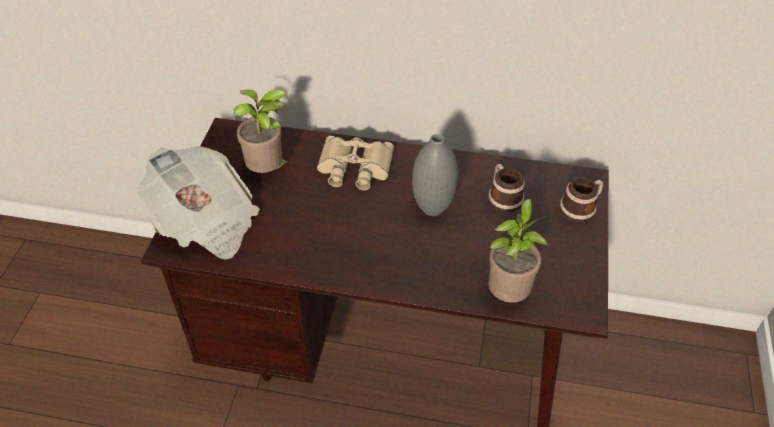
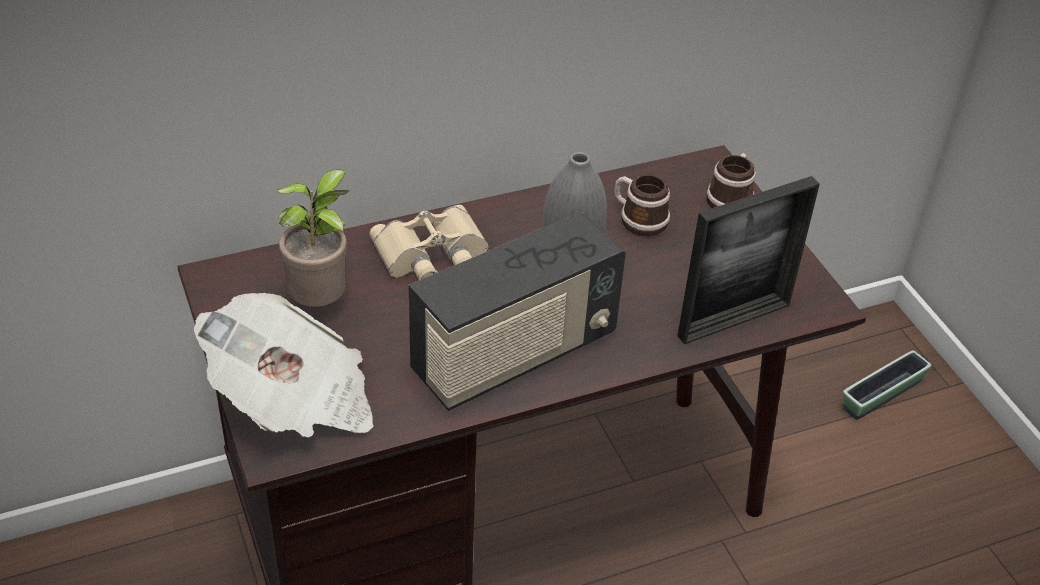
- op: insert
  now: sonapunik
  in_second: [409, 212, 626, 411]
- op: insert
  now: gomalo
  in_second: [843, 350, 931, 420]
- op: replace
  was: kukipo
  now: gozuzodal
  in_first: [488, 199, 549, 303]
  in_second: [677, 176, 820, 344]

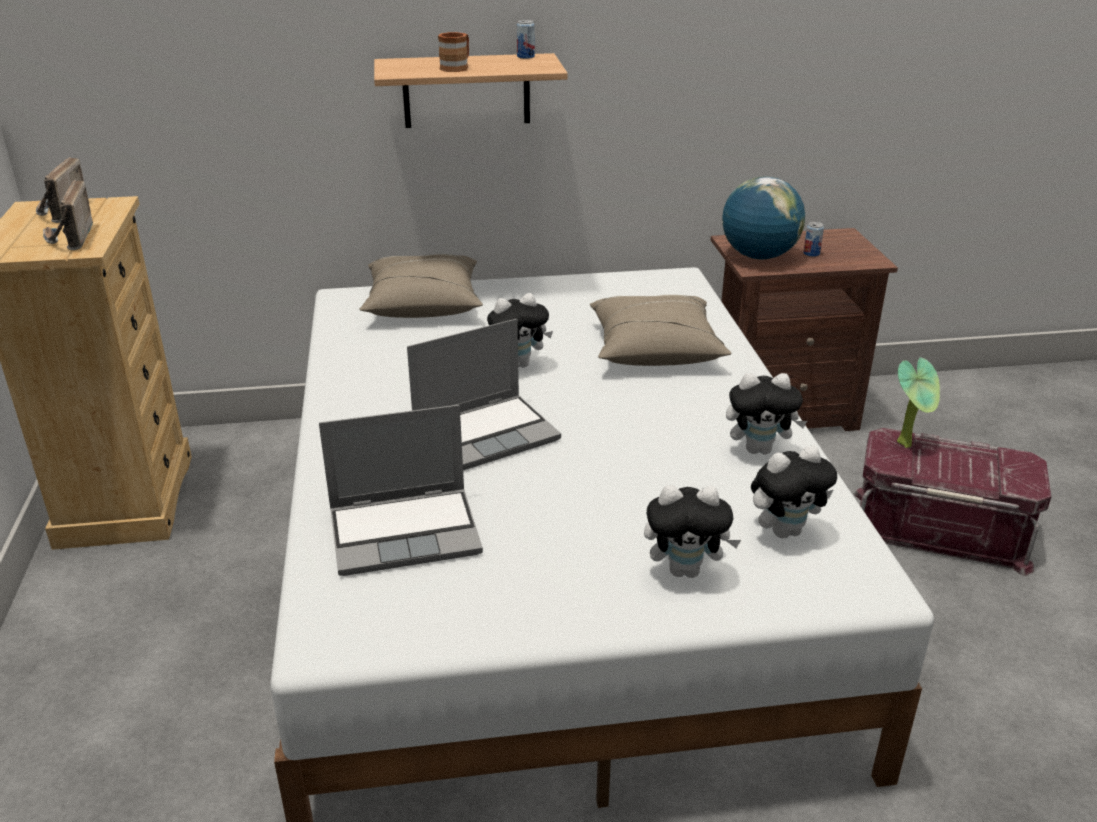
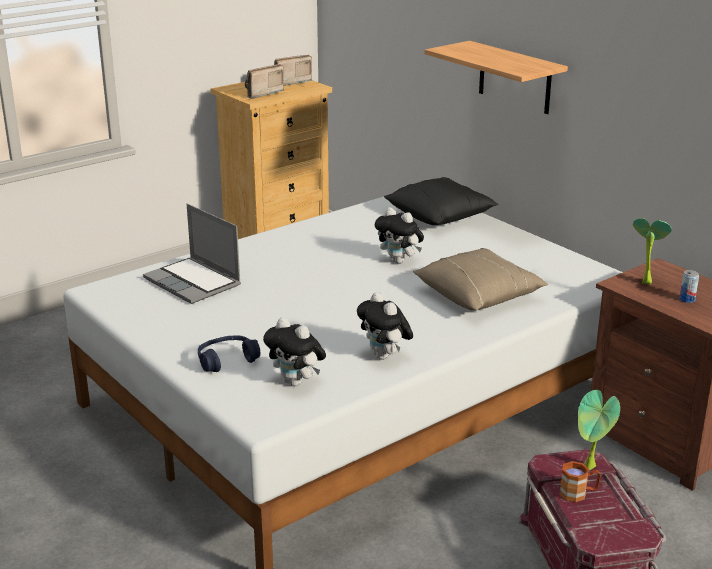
- op: delete
  was: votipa
  in_first: [407, 319, 561, 470]
- op: delete
  was: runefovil
  in_first: [517, 20, 535, 59]
- op: move
  was: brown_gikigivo
  in_first: [438, 32, 469, 72]
  in_second: [559, 461, 601, 502]
- op: replace
  was: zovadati
  now: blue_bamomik
  in_first: [644, 485, 741, 578]
  in_second: [198, 335, 260, 372]
- op: replace
  was: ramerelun
  now: kukipo
  in_first: [722, 176, 805, 259]
  in_second: [633, 218, 672, 285]
- op: recolor
  was: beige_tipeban
  now: black_tipeban
  in_first: [360, 254, 483, 318]
  in_second: [384, 177, 498, 225]

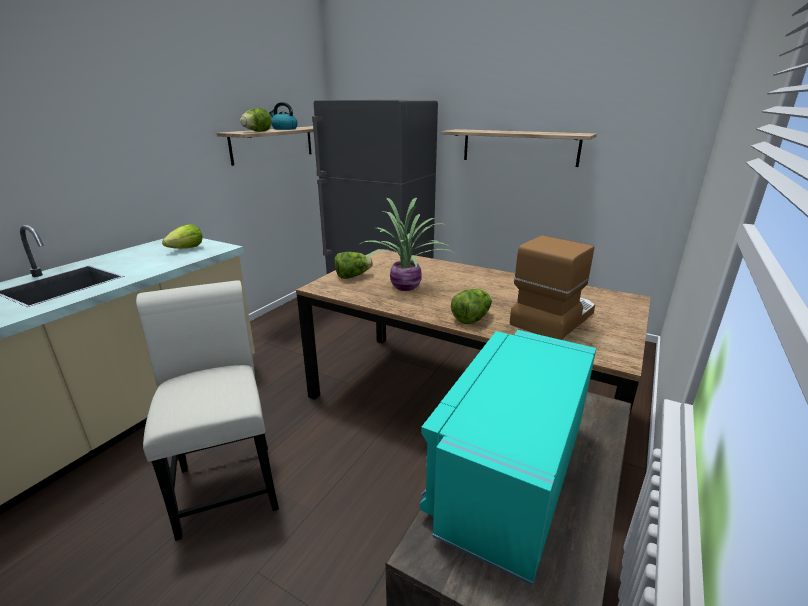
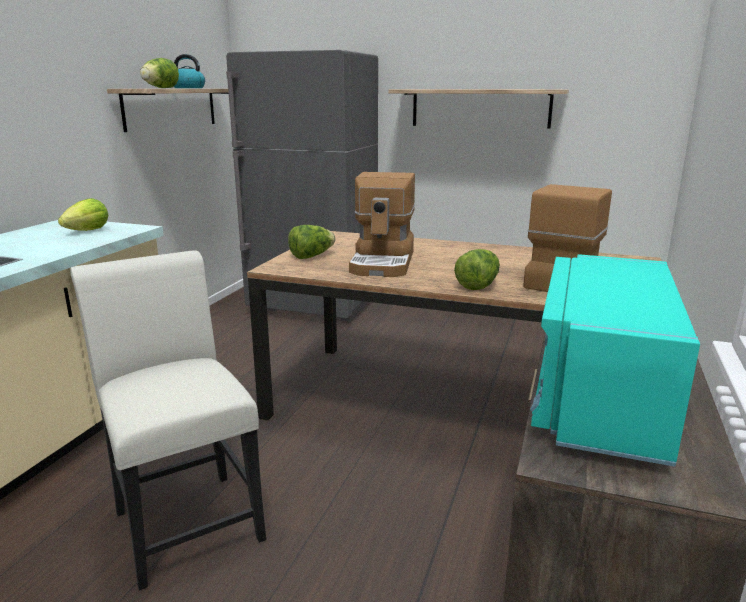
- op: replace
  was: kukipo
  now: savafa
  in_first: [360, 198, 453, 291]
  in_second: [349, 172, 415, 277]

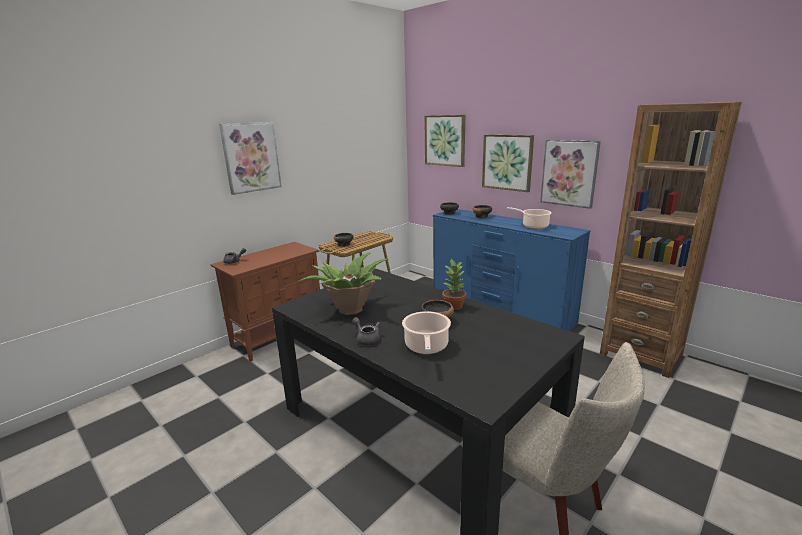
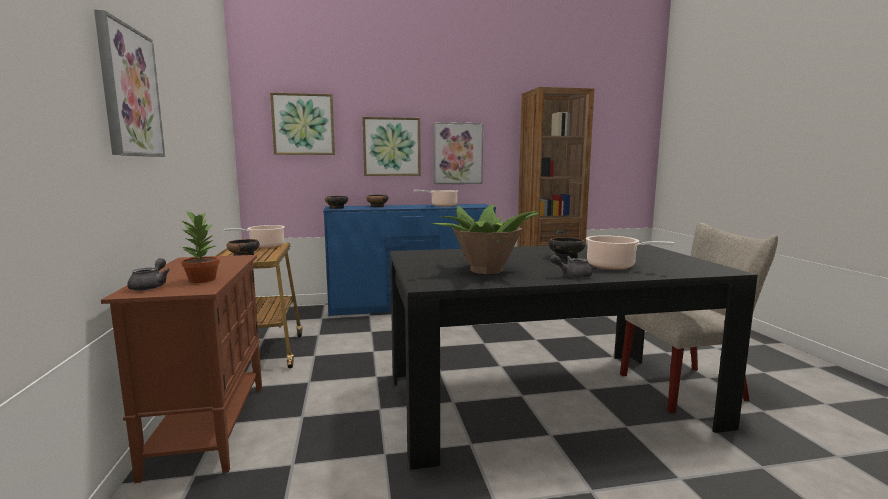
- op: insert
  now: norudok
  in_second: [223, 225, 285, 248]
- op: move
  was: kukipo
  in_first: [442, 259, 466, 310]
  in_second: [181, 211, 220, 283]

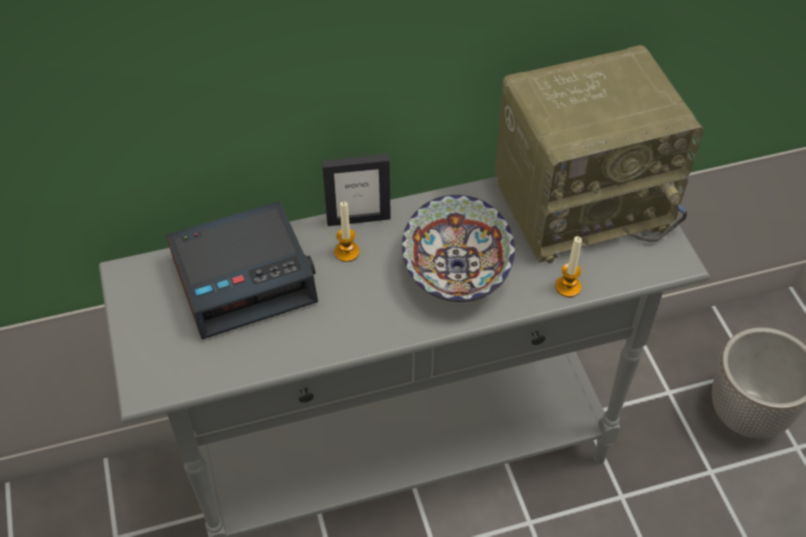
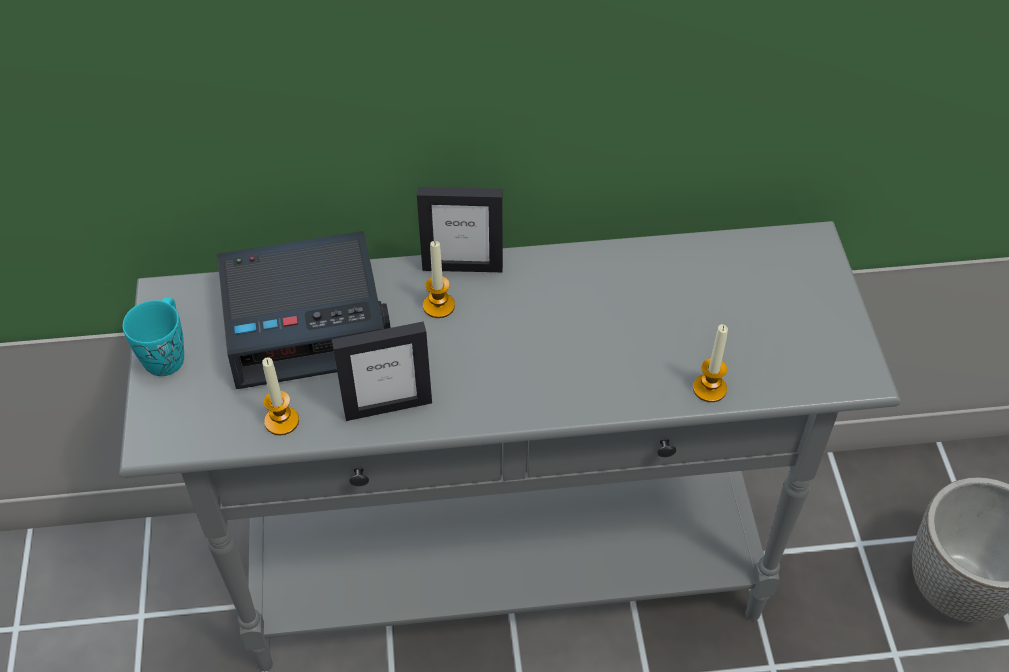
- op: delete
  was: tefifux
  in_first: [402, 195, 515, 302]
- op: delete
  was: sonapunik
  in_first: [495, 45, 704, 263]
- op: insert
  now: turquoise_gikigivo
  in_second: [123, 297, 184, 376]
- op: insert
  now: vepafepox
  in_second: [262, 357, 299, 435]
- op: insert
  now: gozuzodal
  in_second: [332, 322, 432, 421]

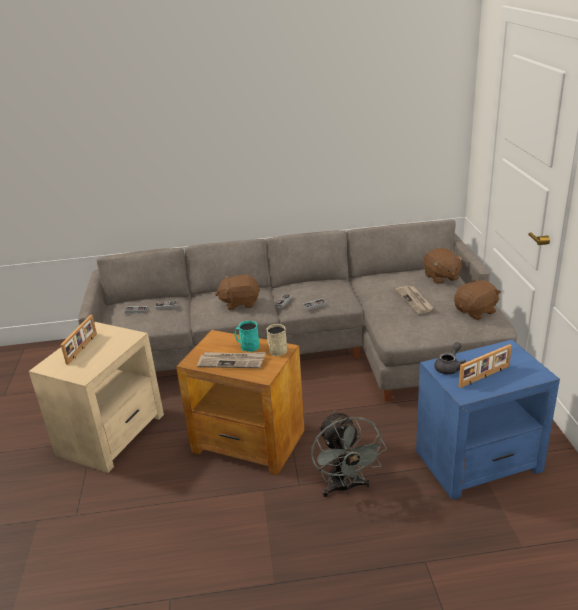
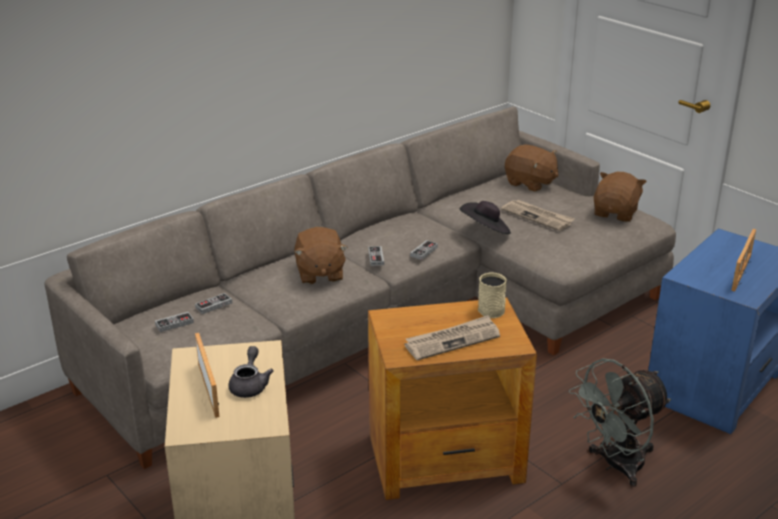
- op: delete
  was: turquoise_gikigivo
  in_first: [235, 321, 259, 352]
- op: insert
  now: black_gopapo
  in_second: [460, 201, 511, 234]
- op: move
  was: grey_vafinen
  in_first: [434, 342, 466, 374]
  in_second: [228, 346, 274, 398]
- op: rotate
  was: brown_zovadati
  in_first: [215, 274, 260, 310]
  in_second: [294, 227, 348, 284]
  clockwise: -60
- op: rotate
  was: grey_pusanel
  in_first: [311, 411, 387, 497]
  in_second: [569, 358, 671, 487]
  clockwise: 105

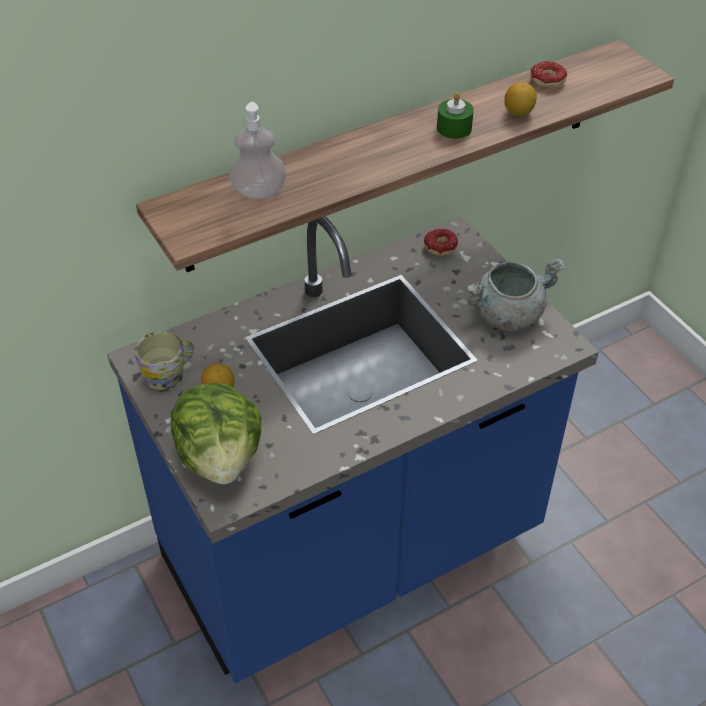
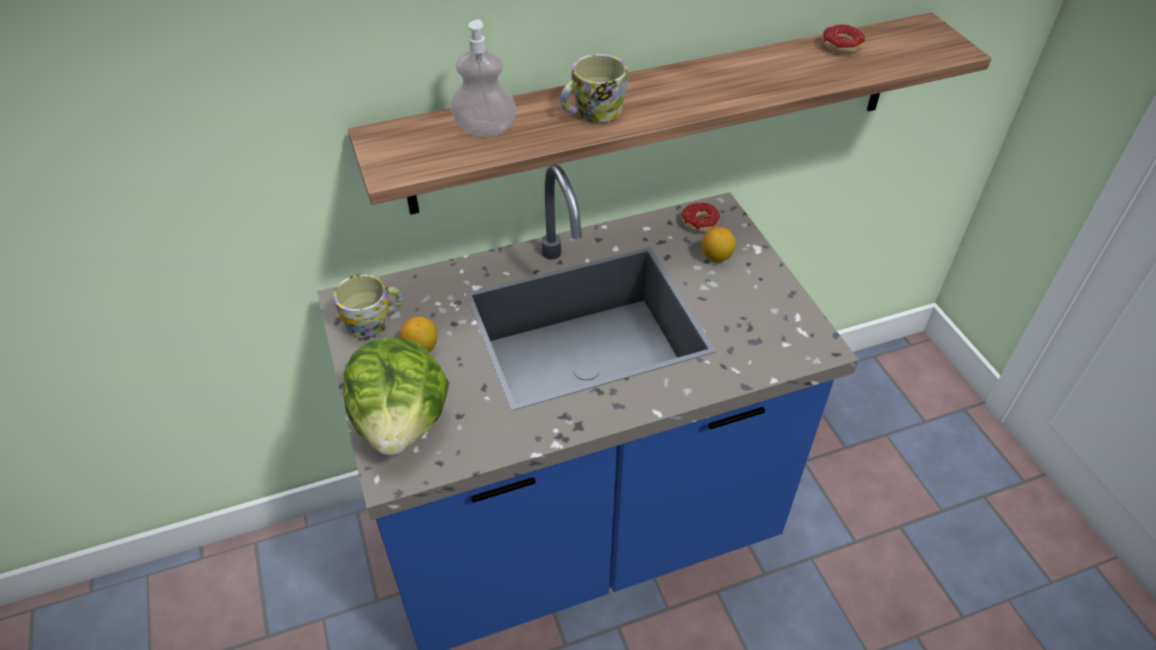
- op: delete
  was: green_vepafepox
  in_first: [437, 92, 474, 139]
- op: delete
  was: grey_norudok
  in_first: [466, 257, 565, 331]
- op: insert
  now: gikigivo
  in_second: [560, 54, 628, 122]
- op: move
  was: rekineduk
  in_first: [504, 82, 537, 117]
  in_second: [702, 227, 736, 262]

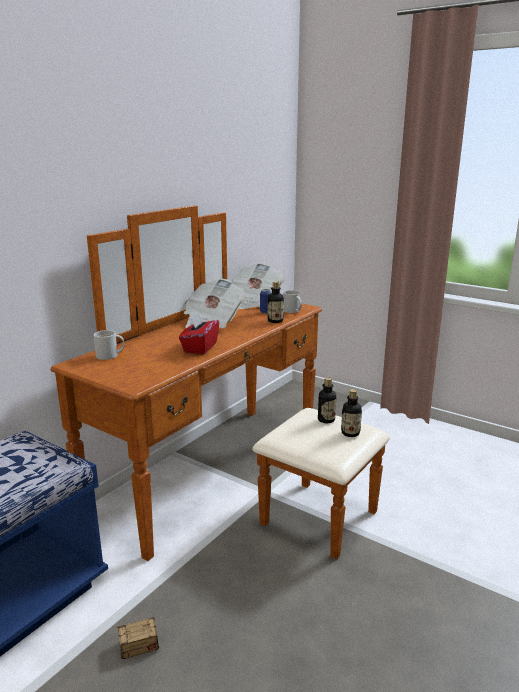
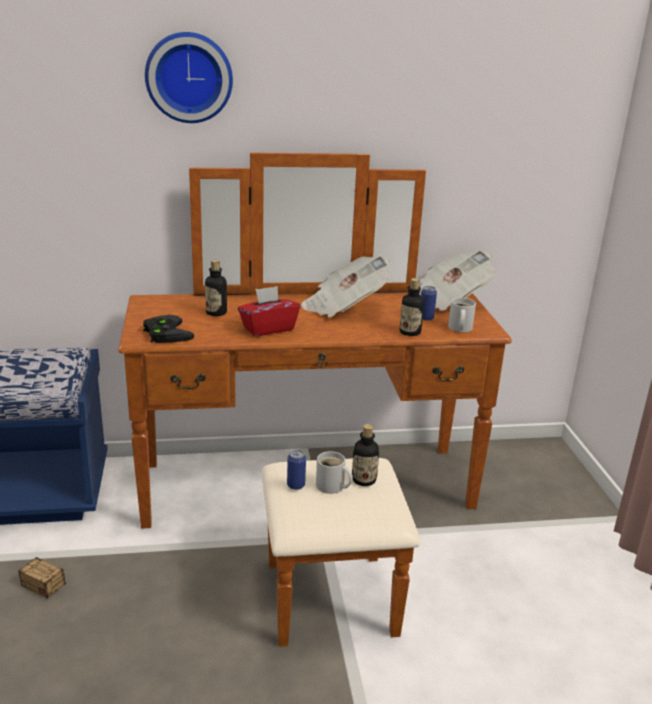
- op: insert
  now: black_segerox
  in_second: [143, 315, 194, 343]
- op: insert
  now: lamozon
  in_second: [145, 32, 233, 123]
- op: insert
  now: runefovil
  in_second: [287, 449, 306, 490]
- op: move
  was: white_gikigivo
  in_first: [94, 330, 125, 360]
  in_second: [316, 451, 353, 494]
- op: move
  was: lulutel
  in_first: [341, 389, 362, 437]
  in_second: [205, 260, 227, 316]

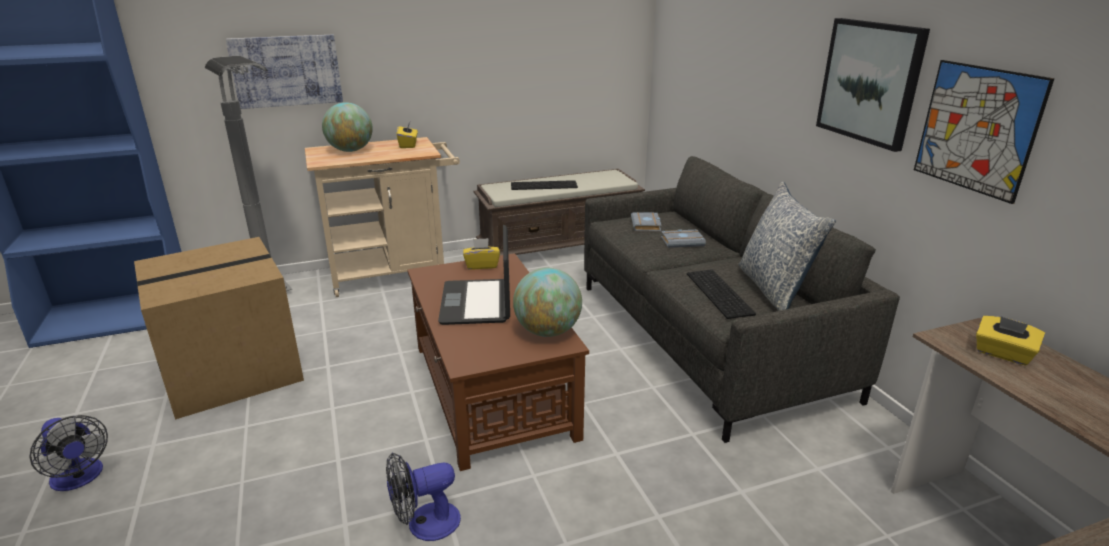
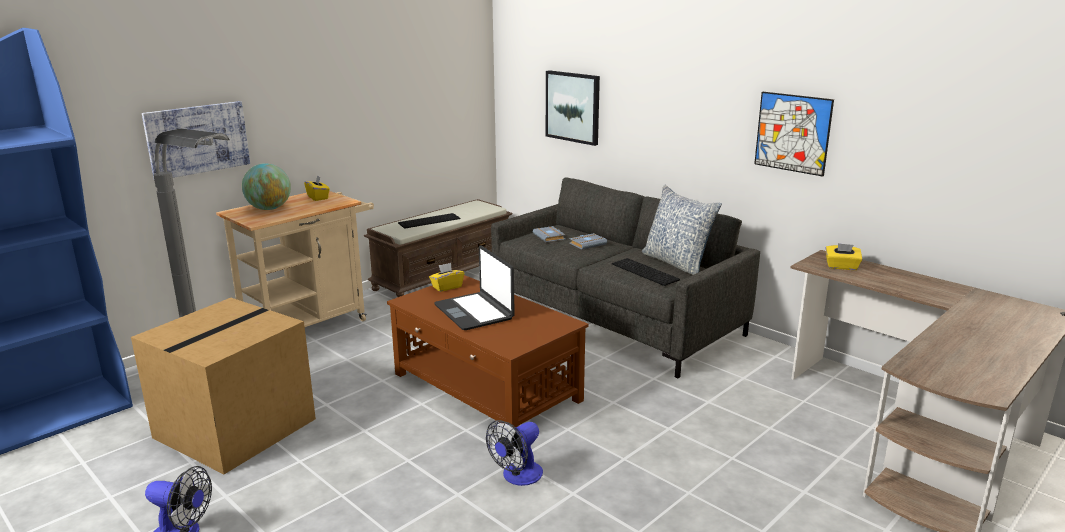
- op: delete
  was: ramerelun
  in_first: [513, 268, 582, 337]
- op: move
  was: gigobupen
  in_first: [816, 18, 930, 152]
  in_second: [546, 70, 600, 146]

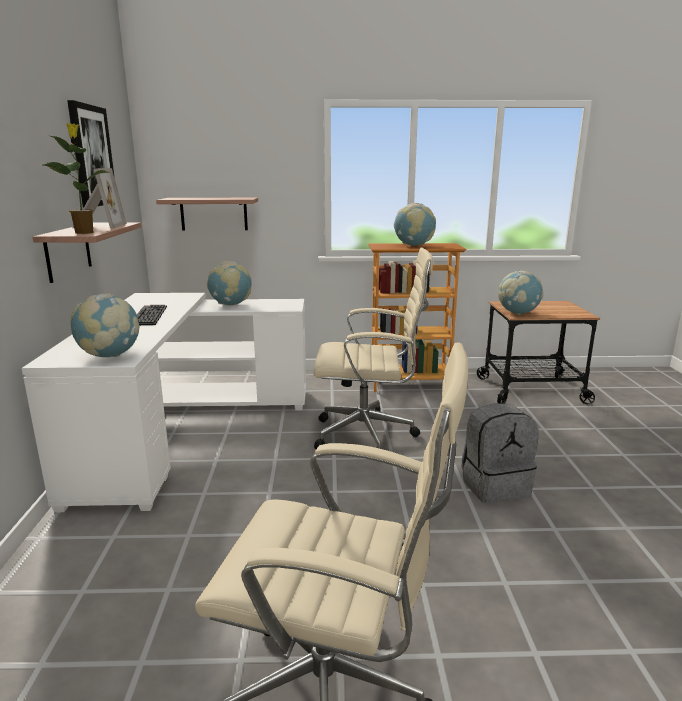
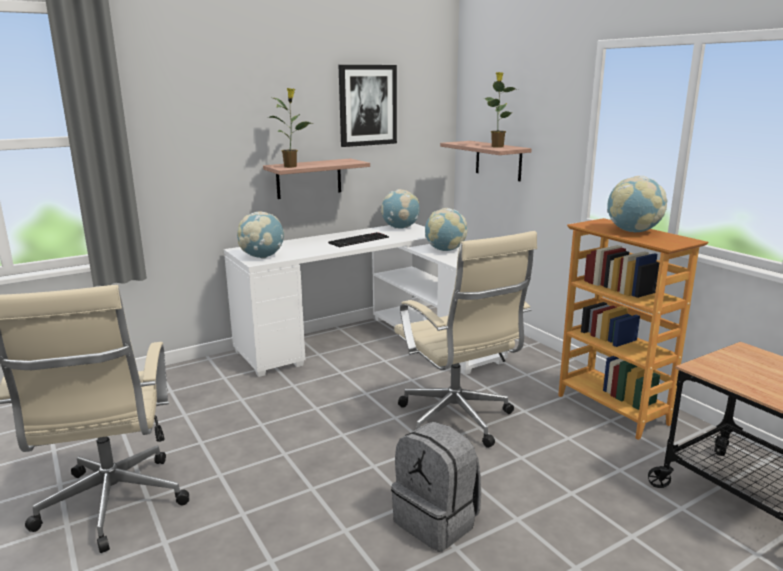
- op: delete
  was: gozuzodal
  in_first: [72, 168, 127, 229]
- op: insert
  now: kukipo
  in_second: [484, 72, 518, 148]
- op: move
  was: ramerelun
  in_first: [498, 271, 544, 315]
  in_second: [380, 189, 420, 229]

